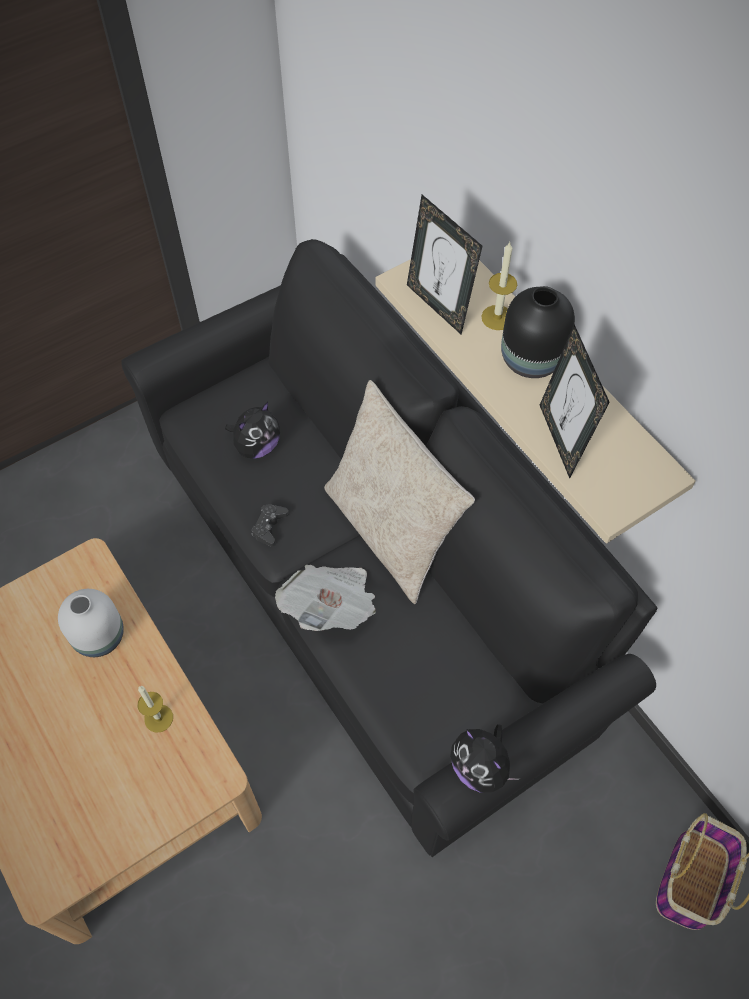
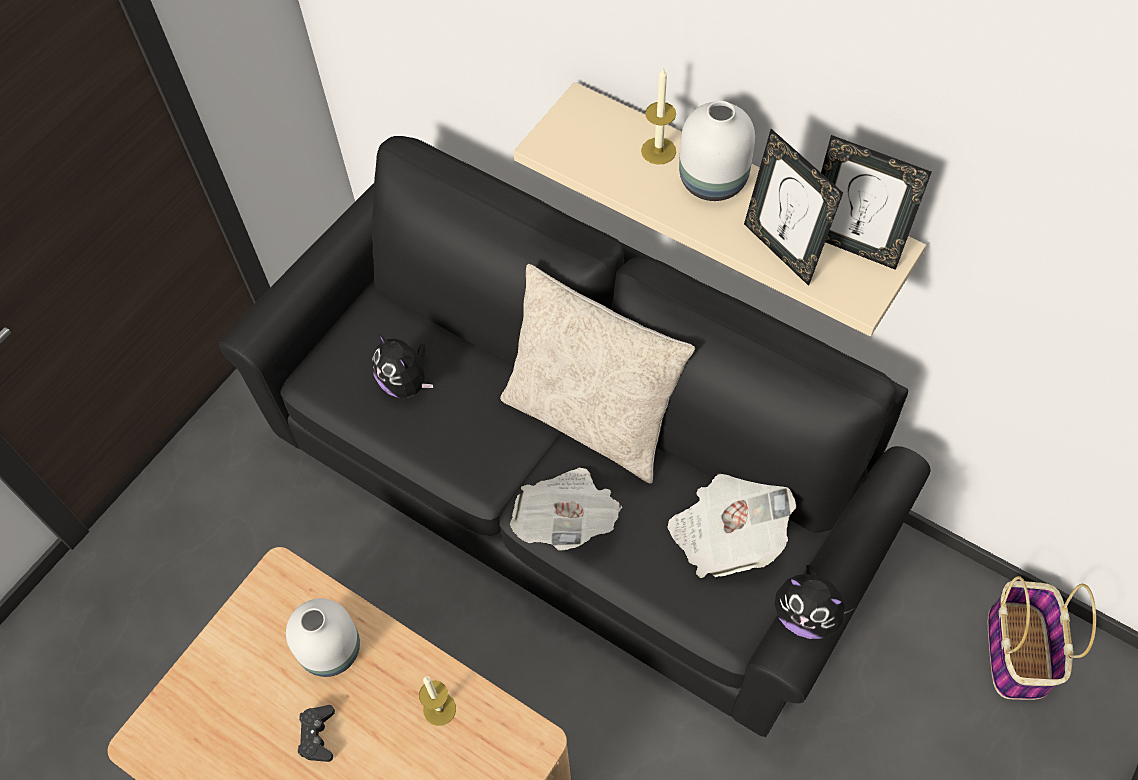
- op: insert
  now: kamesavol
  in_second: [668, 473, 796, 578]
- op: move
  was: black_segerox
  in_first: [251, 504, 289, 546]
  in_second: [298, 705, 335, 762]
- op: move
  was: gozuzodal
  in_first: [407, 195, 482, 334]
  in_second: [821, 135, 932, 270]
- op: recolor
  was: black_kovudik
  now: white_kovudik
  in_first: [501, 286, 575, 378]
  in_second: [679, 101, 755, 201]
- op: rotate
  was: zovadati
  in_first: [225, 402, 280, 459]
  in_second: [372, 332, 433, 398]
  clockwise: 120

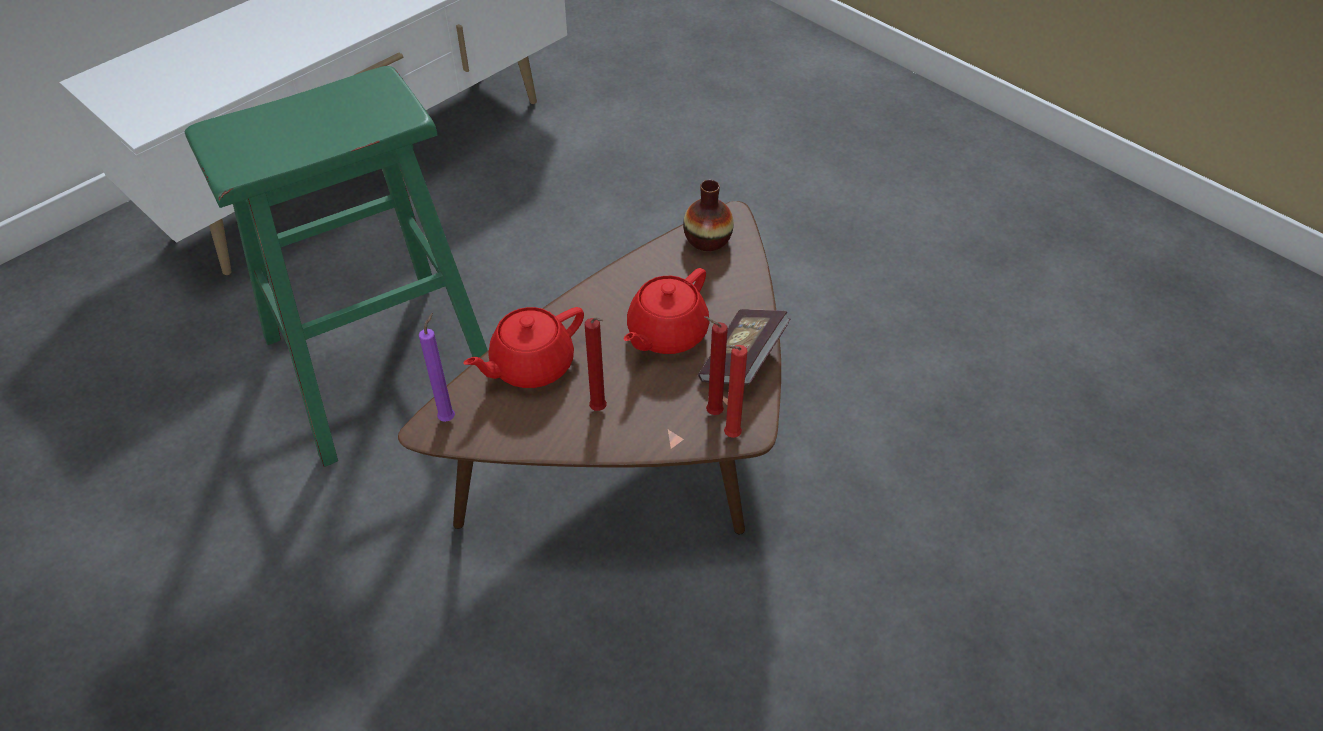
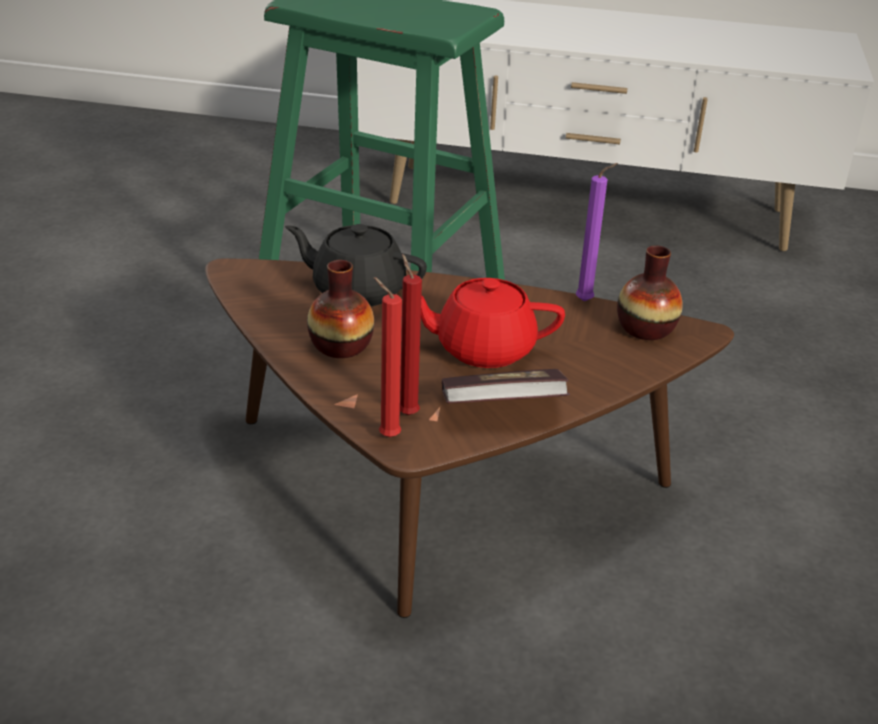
- op: move
  was: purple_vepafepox
  in_first: [419, 313, 455, 422]
  in_second: [576, 163, 618, 301]
- op: replace
  was: red_vepafepox
  now: kovudik
  in_first: [585, 317, 607, 411]
  in_second: [307, 260, 374, 358]
- op: recolor
  was: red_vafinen
  now: black_vafinen
  in_first: [463, 307, 584, 388]
  in_second: [285, 224, 427, 307]

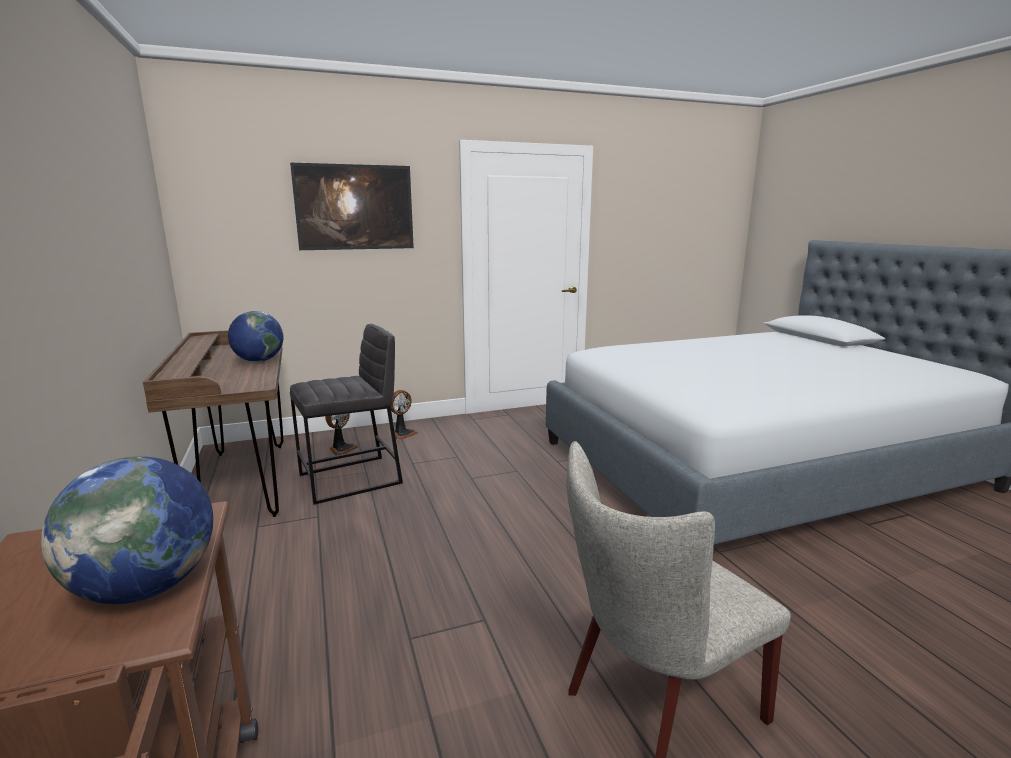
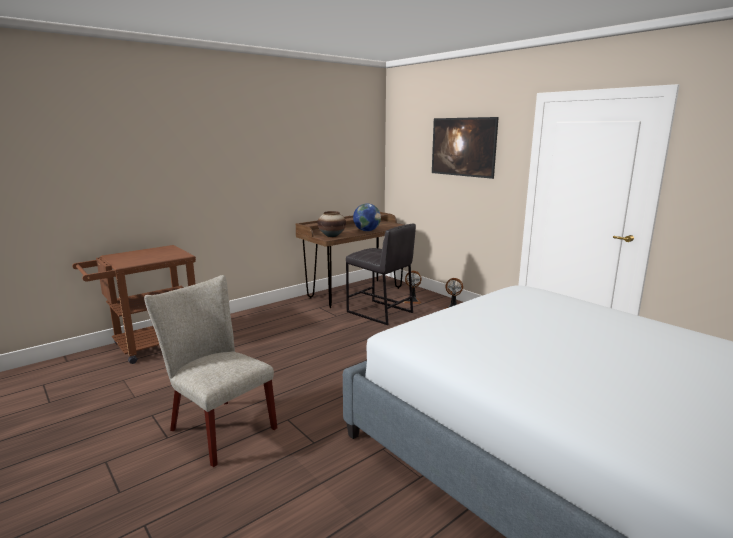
- op: delete
  was: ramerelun
  in_first: [41, 456, 213, 604]
- op: insert
  now: kovudik
  in_second: [318, 211, 346, 237]

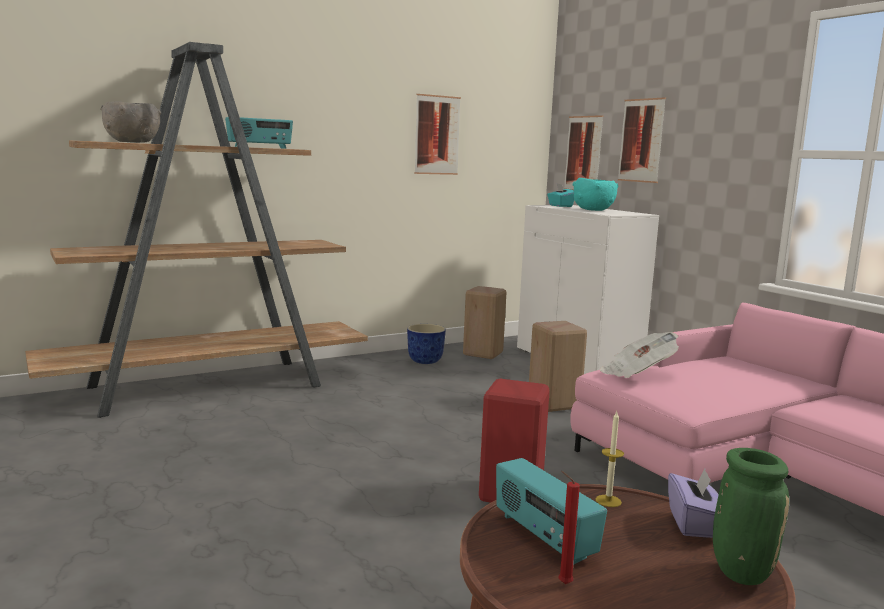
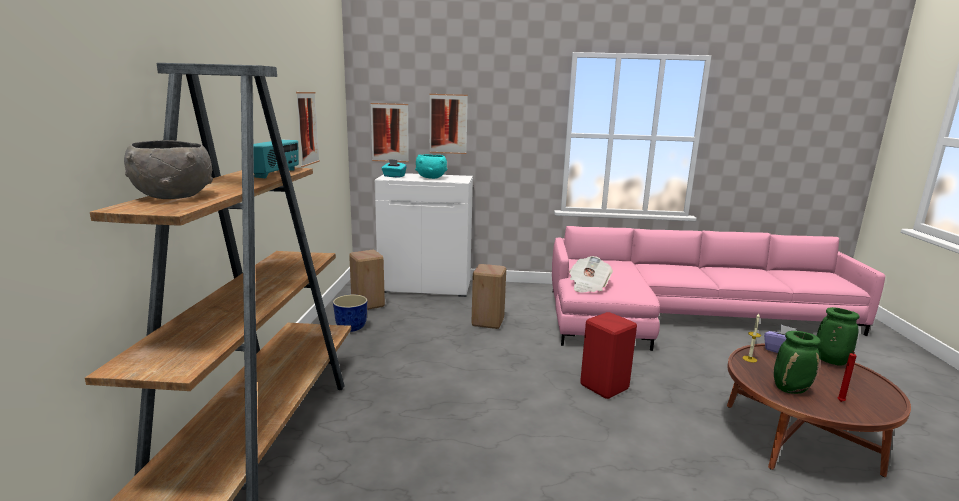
- op: replace
  was: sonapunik
  now: green_kovudik
  in_first: [496, 458, 607, 565]
  in_second: [774, 331, 821, 394]

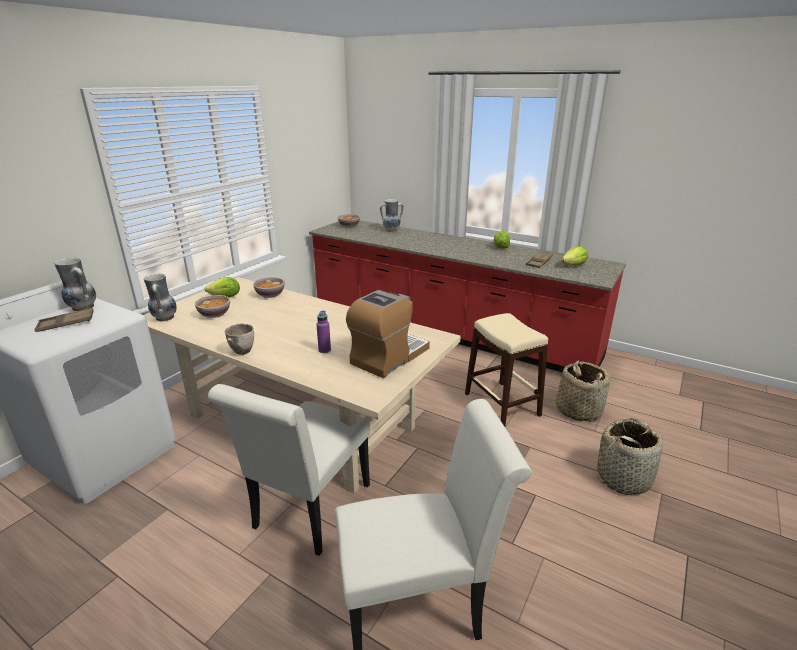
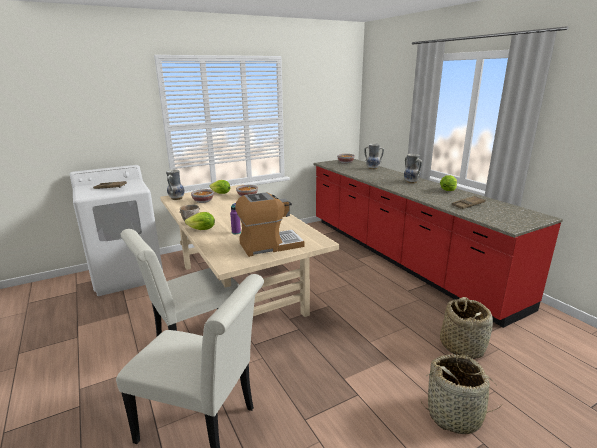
- op: delete
  was: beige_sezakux
  in_first: [465, 313, 548, 426]
- op: move
  was: kovudik
  in_first: [54, 258, 96, 311]
  in_second: [404, 154, 422, 184]
- op: move
  was: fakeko
  in_first: [561, 246, 588, 266]
  in_second: [185, 212, 215, 230]

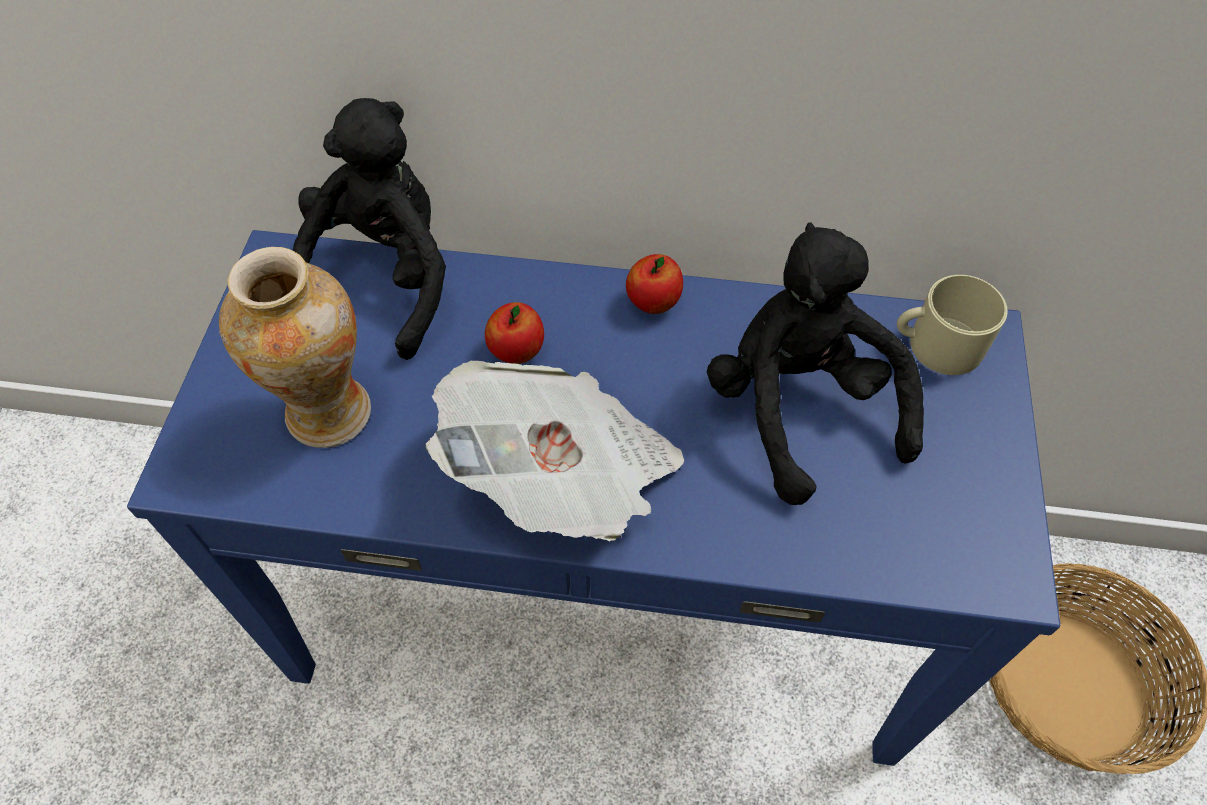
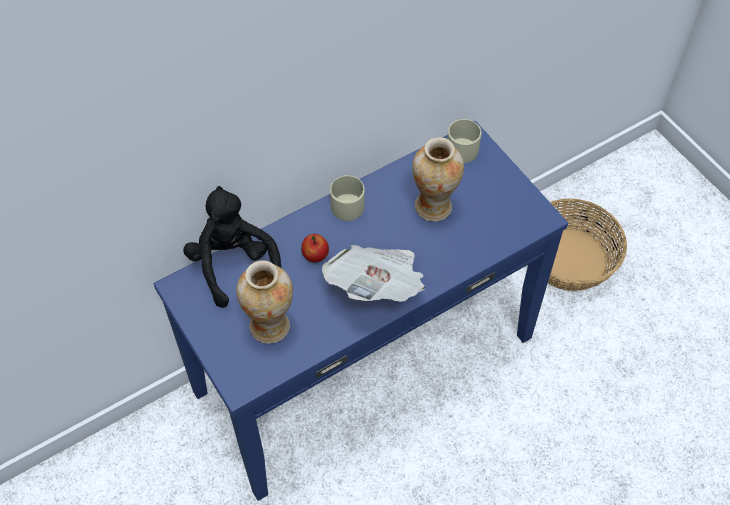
- op: replace
  was: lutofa
  now: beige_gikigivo
  in_first: [626, 254, 683, 314]
  in_second: [330, 175, 365, 221]
- op: replace
  was: black_zovadati
  now: kovudik
  in_first: [707, 222, 924, 505]
  in_second: [412, 137, 464, 222]

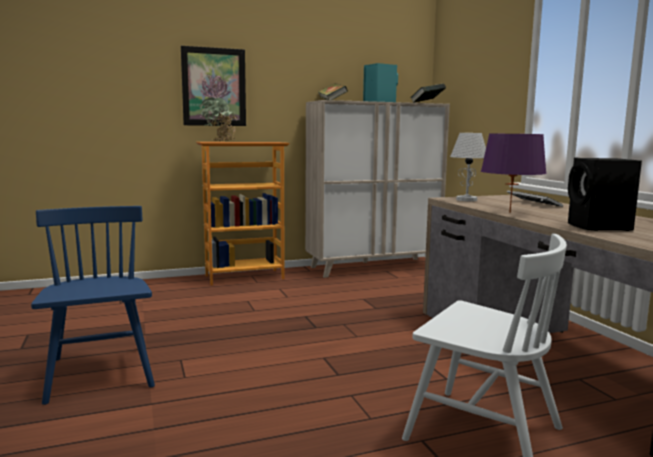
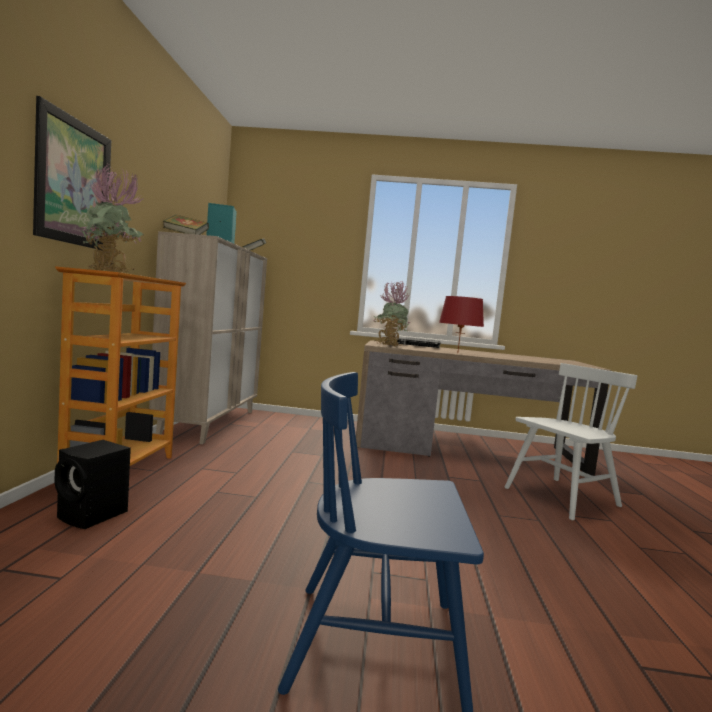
- op: move
  was: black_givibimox
  in_first: [568, 158, 642, 231]
  in_second: [54, 440, 131, 529]
- op: replace
  was: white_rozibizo
  now: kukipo
  in_first: [450, 133, 486, 201]
  in_second: [373, 281, 410, 347]
- op: recolor
  was: purple_rozibizo
  now: red_rozibizo
  in_first: [481, 134, 547, 213]
  in_second: [439, 296, 484, 354]

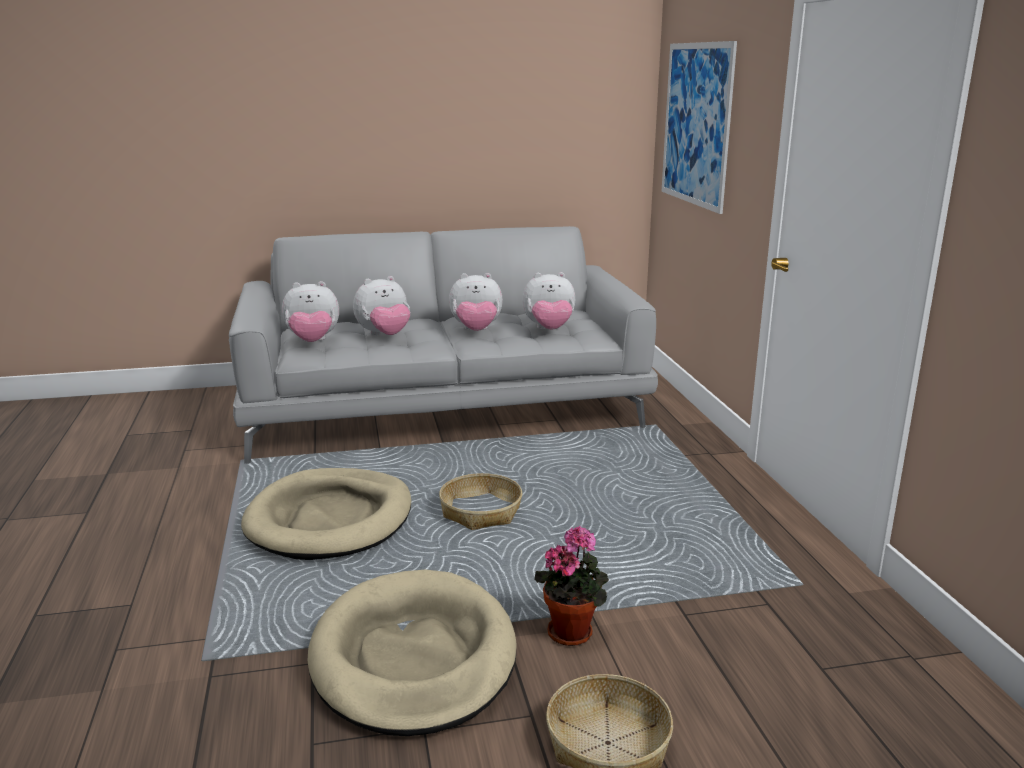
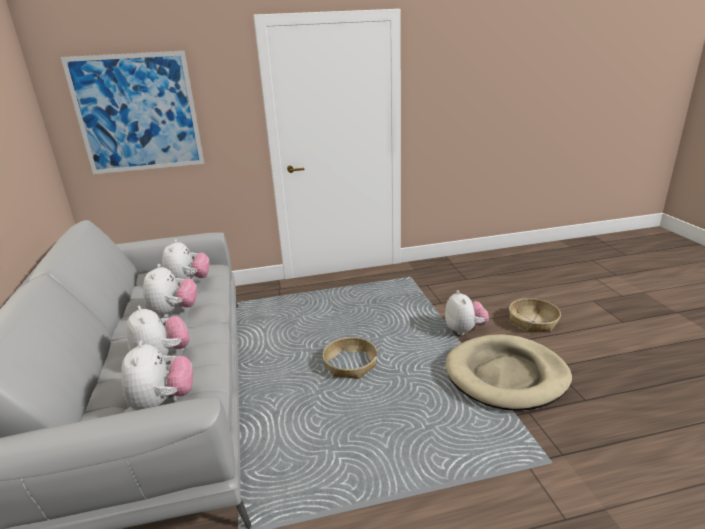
- op: delete
  was: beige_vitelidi
  in_first: [241, 468, 411, 560]
- op: replace
  was: kukipo
  now: zovadati
  in_first: [534, 526, 609, 646]
  in_second: [445, 290, 489, 335]

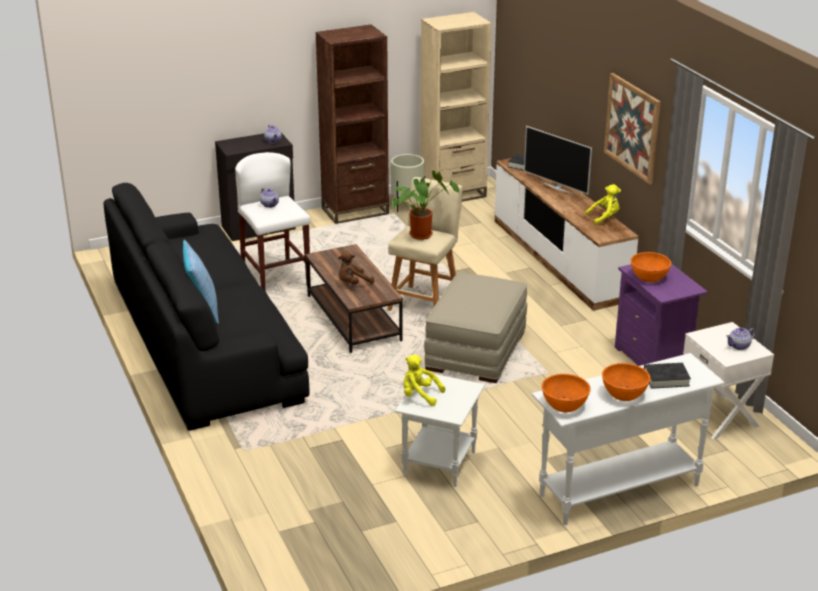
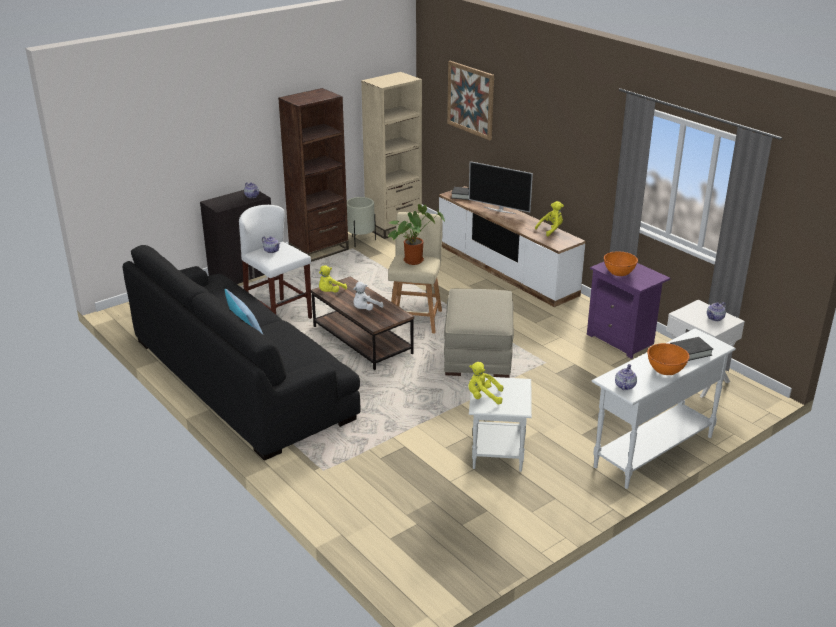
- op: insert
  now: yellow_zovadati
  in_second: [319, 265, 347, 293]
- op: move
  was: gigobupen
  in_first: [604, 73, 661, 185]
  in_second: [447, 61, 494, 140]
- op: replace
  was: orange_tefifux
  now: vafinen
  in_first: [542, 374, 591, 412]
  in_second: [615, 364, 637, 390]
- op: recolor
  was: brown_zovadati
  now: white_zovadati
  in_first: [338, 251, 374, 285]
  in_second: [353, 282, 384, 310]

